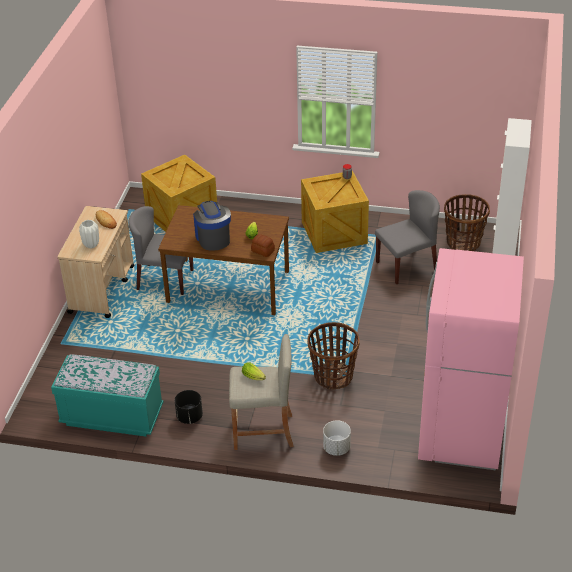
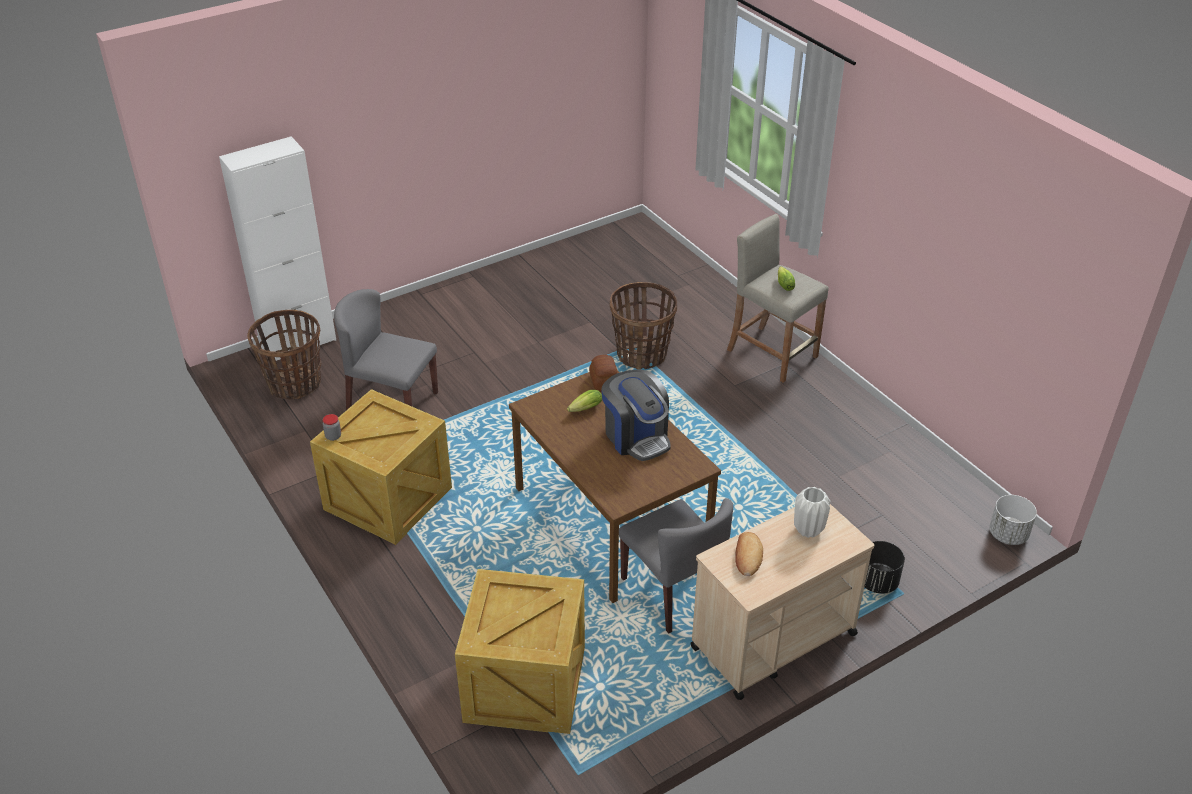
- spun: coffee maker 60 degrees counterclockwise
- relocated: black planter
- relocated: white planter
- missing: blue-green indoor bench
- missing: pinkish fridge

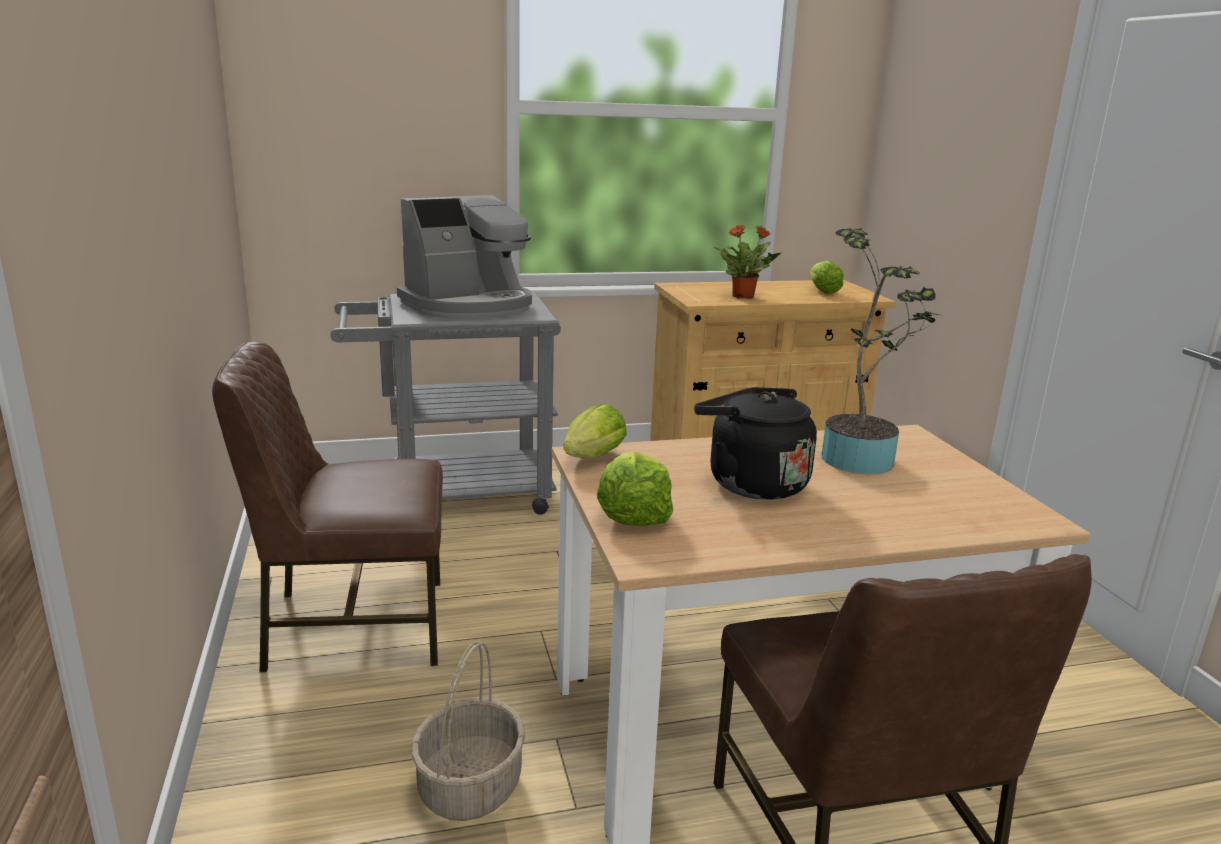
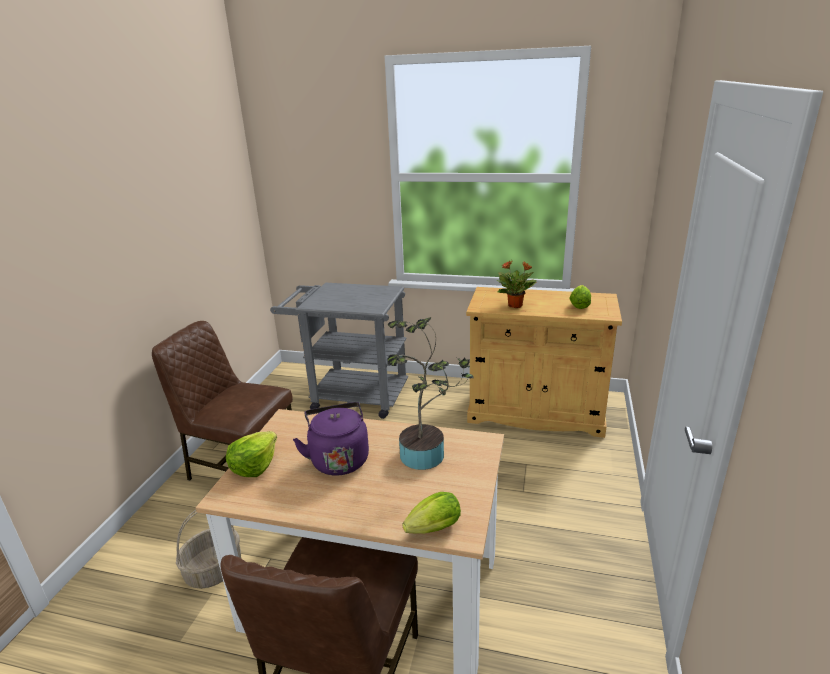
- colour: black water kettle to purplish water kettle
- relocated: lettuce head (no. 1 from left in the first image) to lettuce head (no. 2 from left)
- missing: coffee maker

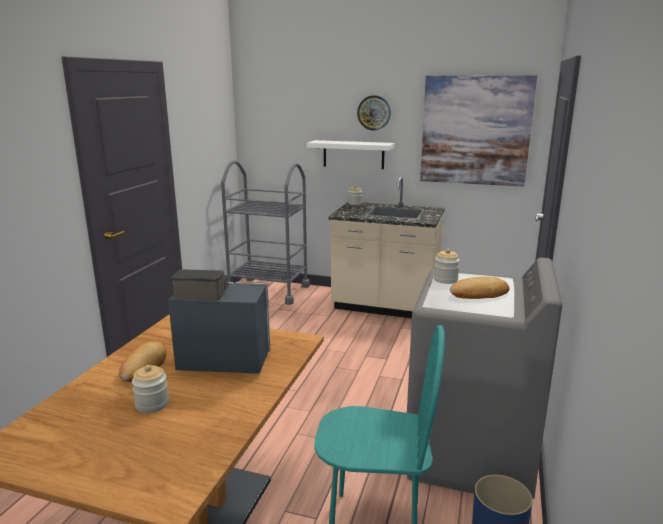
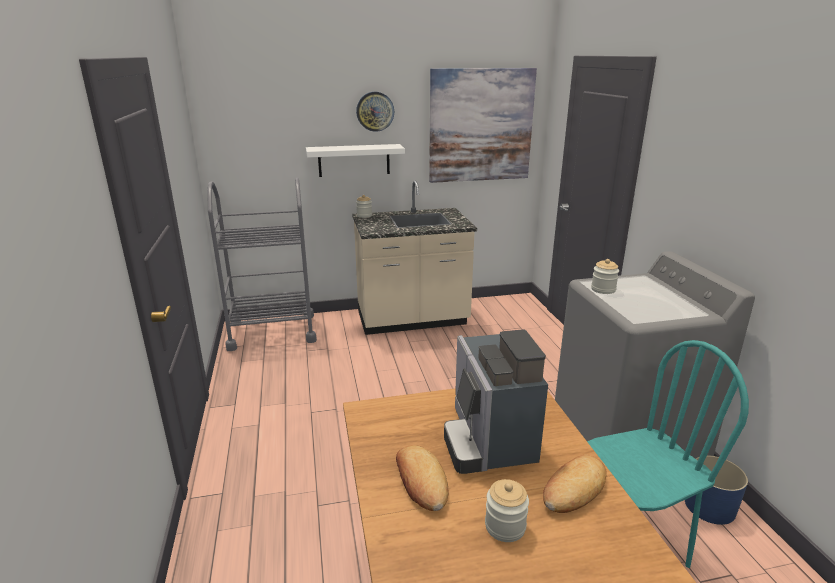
- spun: coffee maker 75 degrees counterclockwise
- relocated: bakery bread (no. 2 from left)

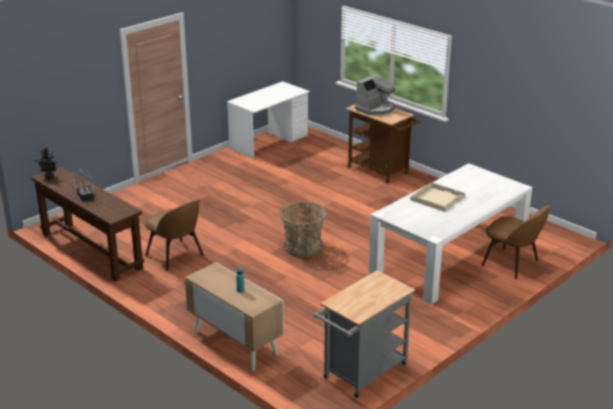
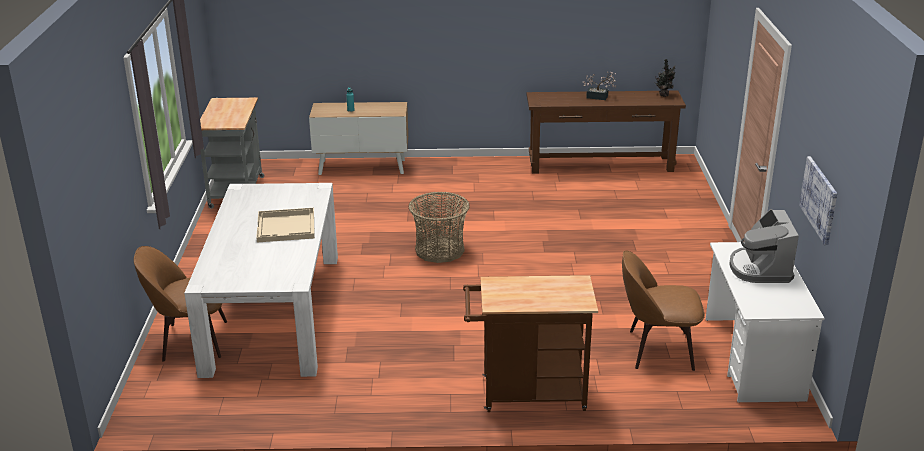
- relocated: brown plain chair (no. 1 from left in the first image) to brown plain chair (no. 2 from left)
- relocated: coffee maker
- appeared: wall art

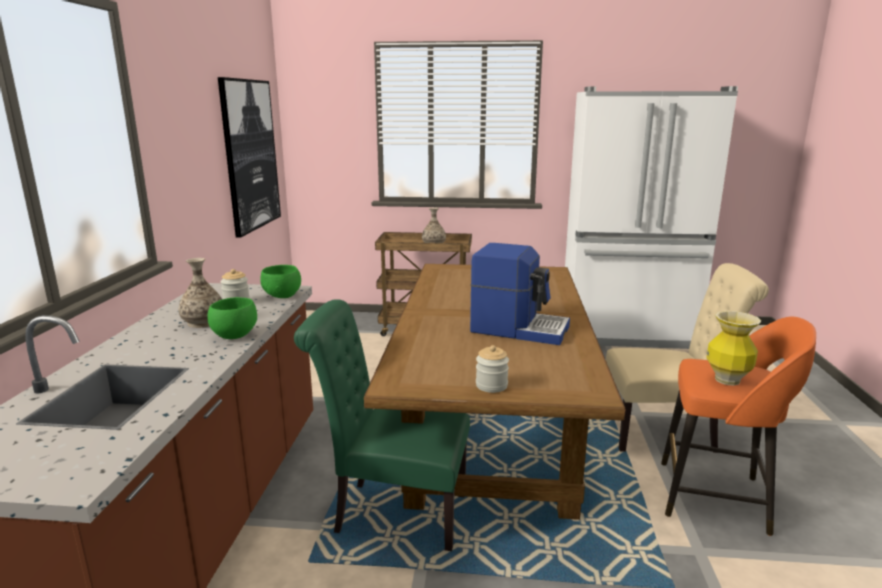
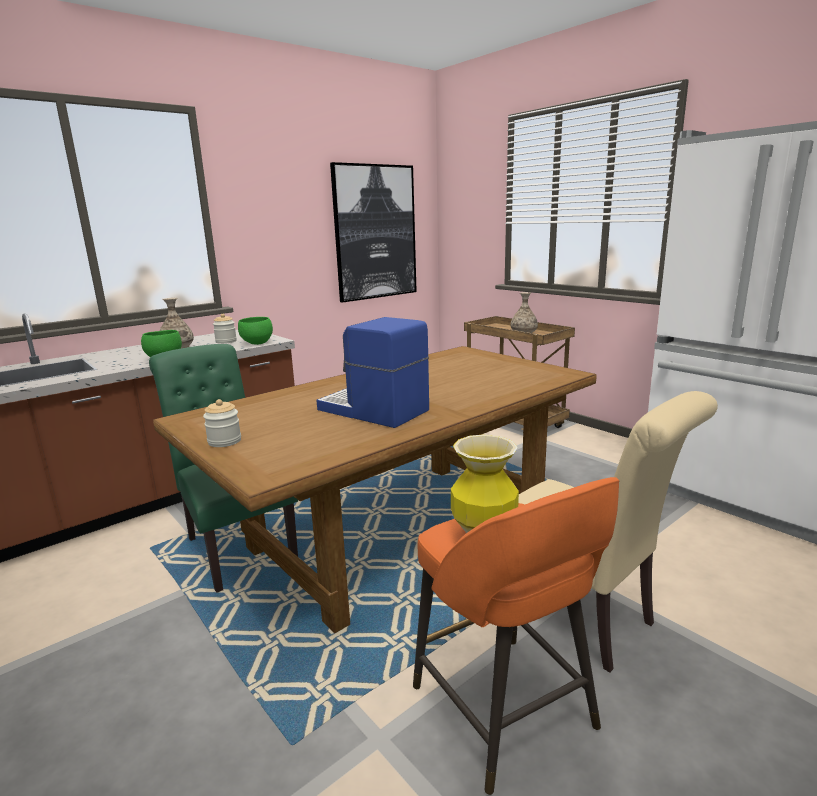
- spun: coffee maker 150 degrees clockwise

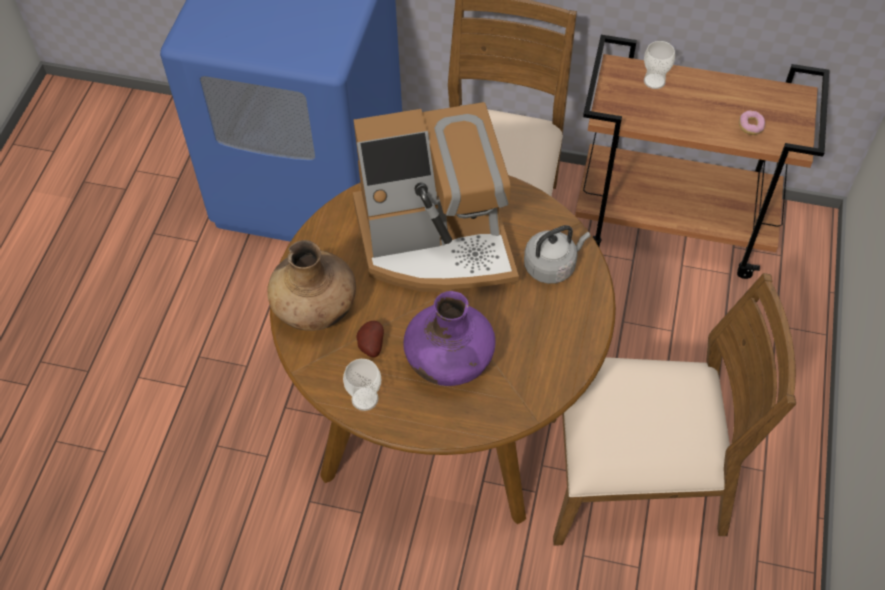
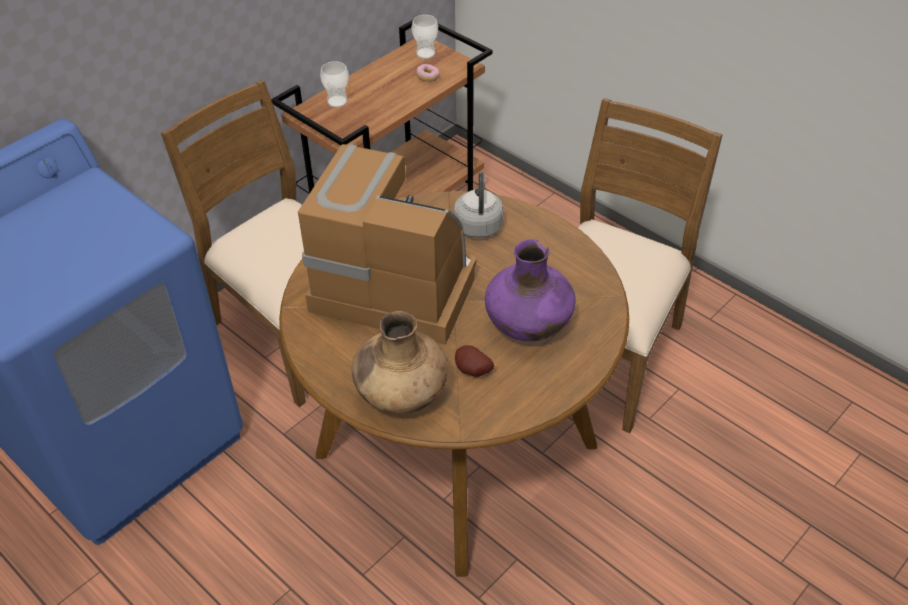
- spun: coffee maker 90 degrees counterclockwise
- relocated: drinking cup (no. 1 from left in the first image) to drinking cup (no. 2 from left)

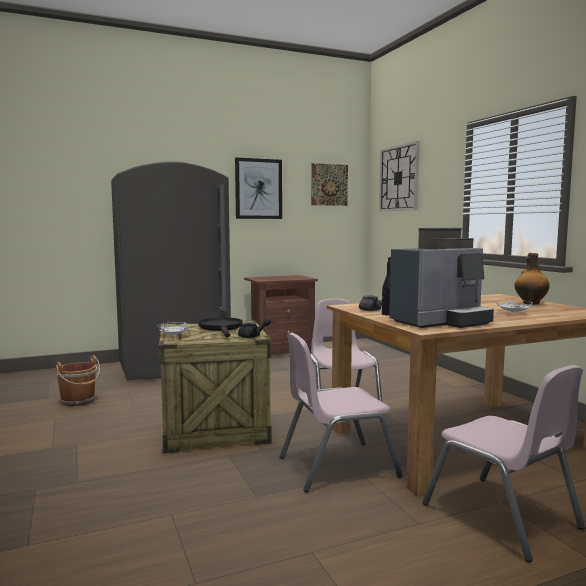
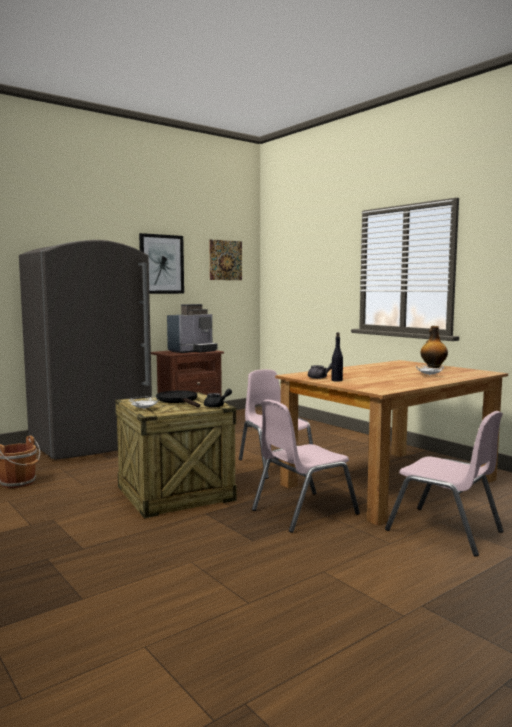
- relocated: coffee maker
- missing: wall clock

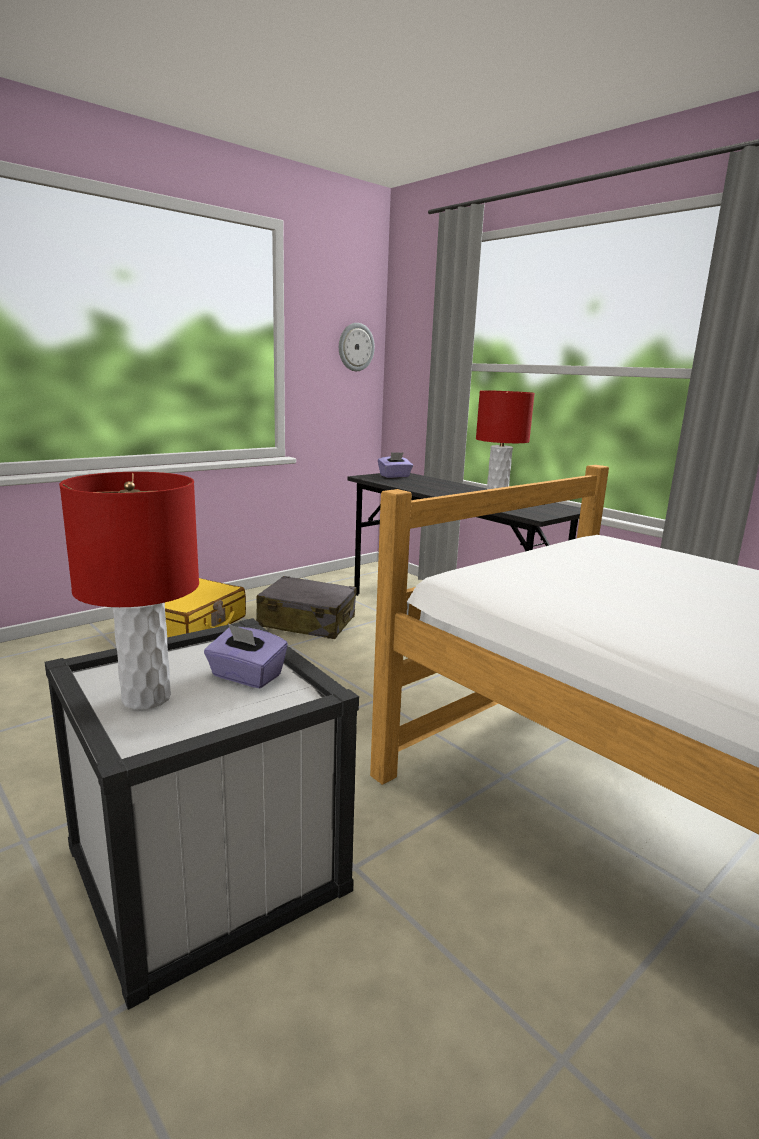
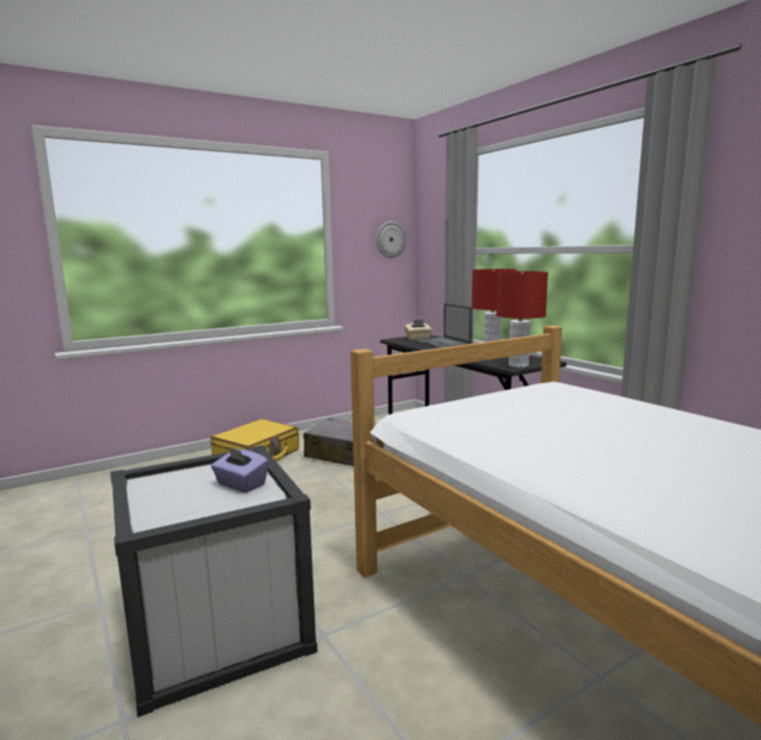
- colour: purplish box of tissues (no. 2 from left) to beige-coloured box of tissues
- appeared: portable computer
- relocated: red table lamp (no. 1 from left in the first image) to red table lamp (no. 2 from left)

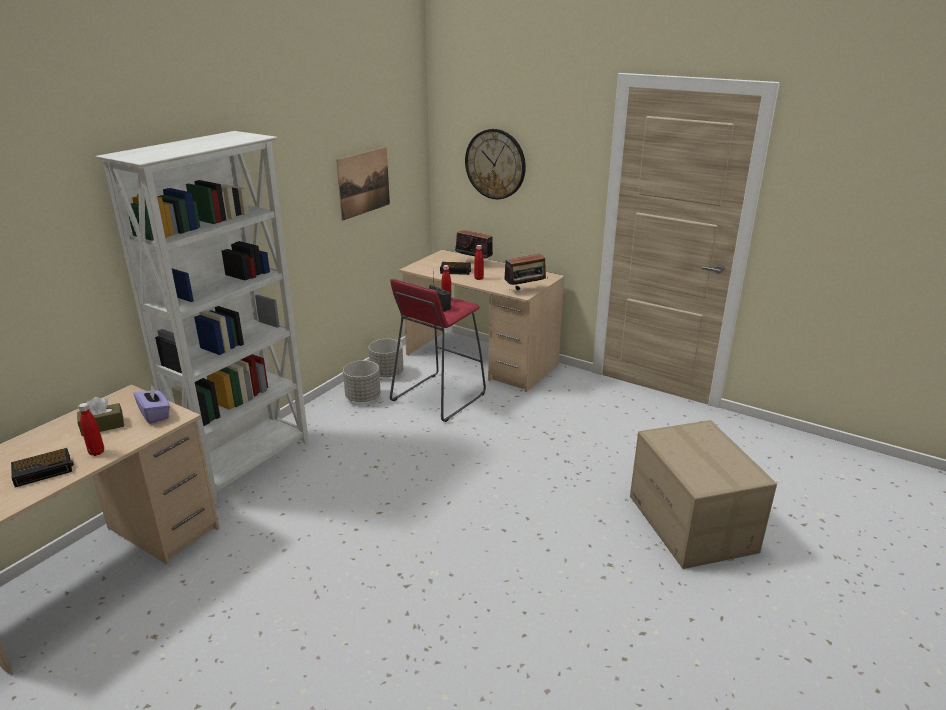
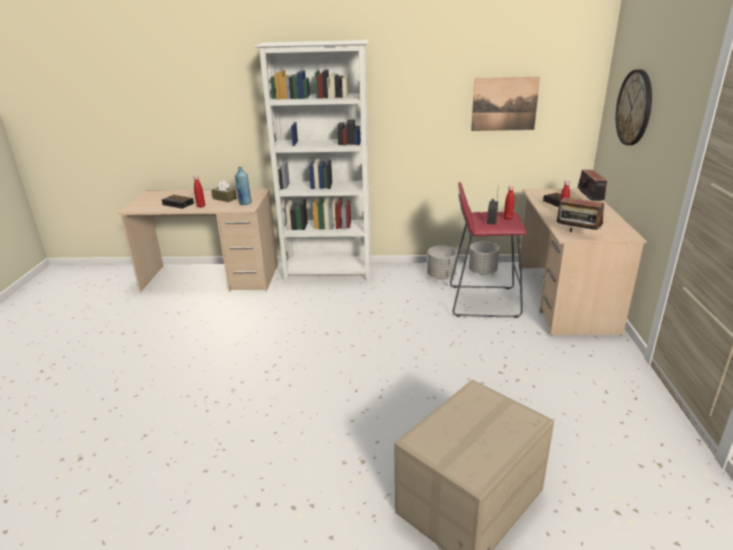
- exchanged: purplish box of tissues to blue-coloured drink bottle

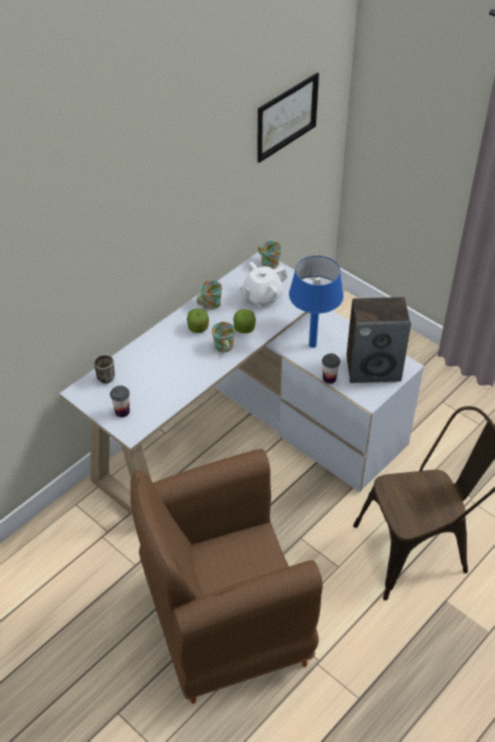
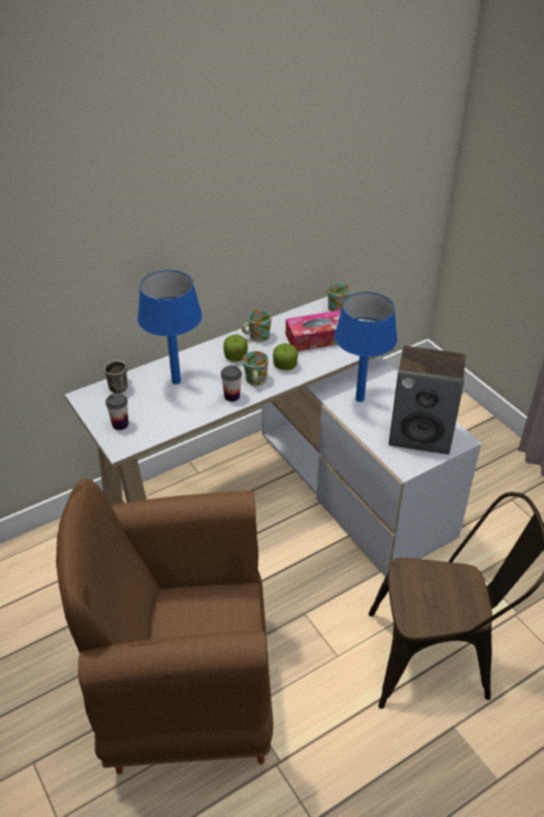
- appeared: blue-coloured table lamp (no. 1 from left)
- relocated: drinking cup (no. 2 from left)
- exchanged: white teapot to box of tissues
- missing: wall art

